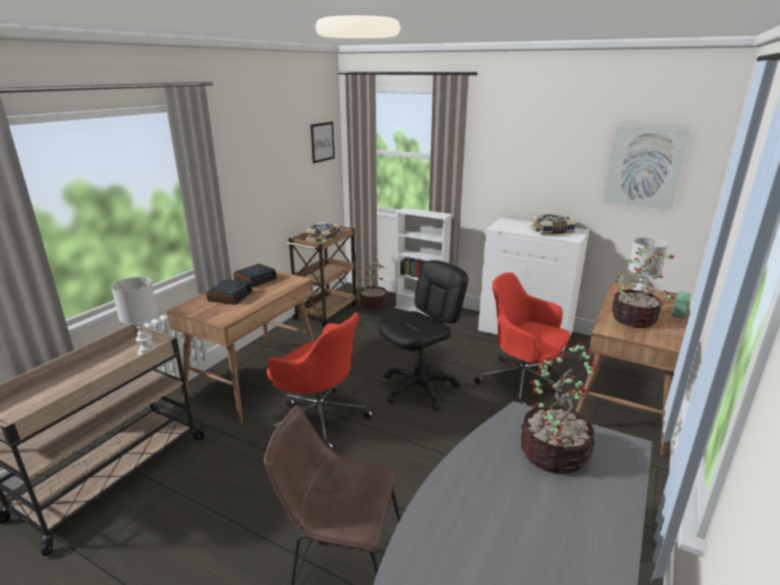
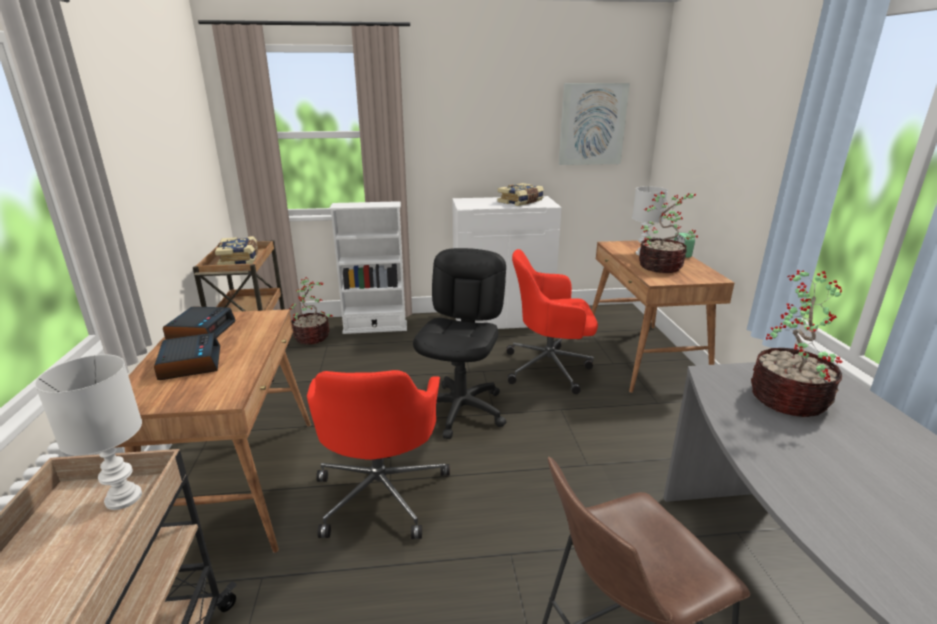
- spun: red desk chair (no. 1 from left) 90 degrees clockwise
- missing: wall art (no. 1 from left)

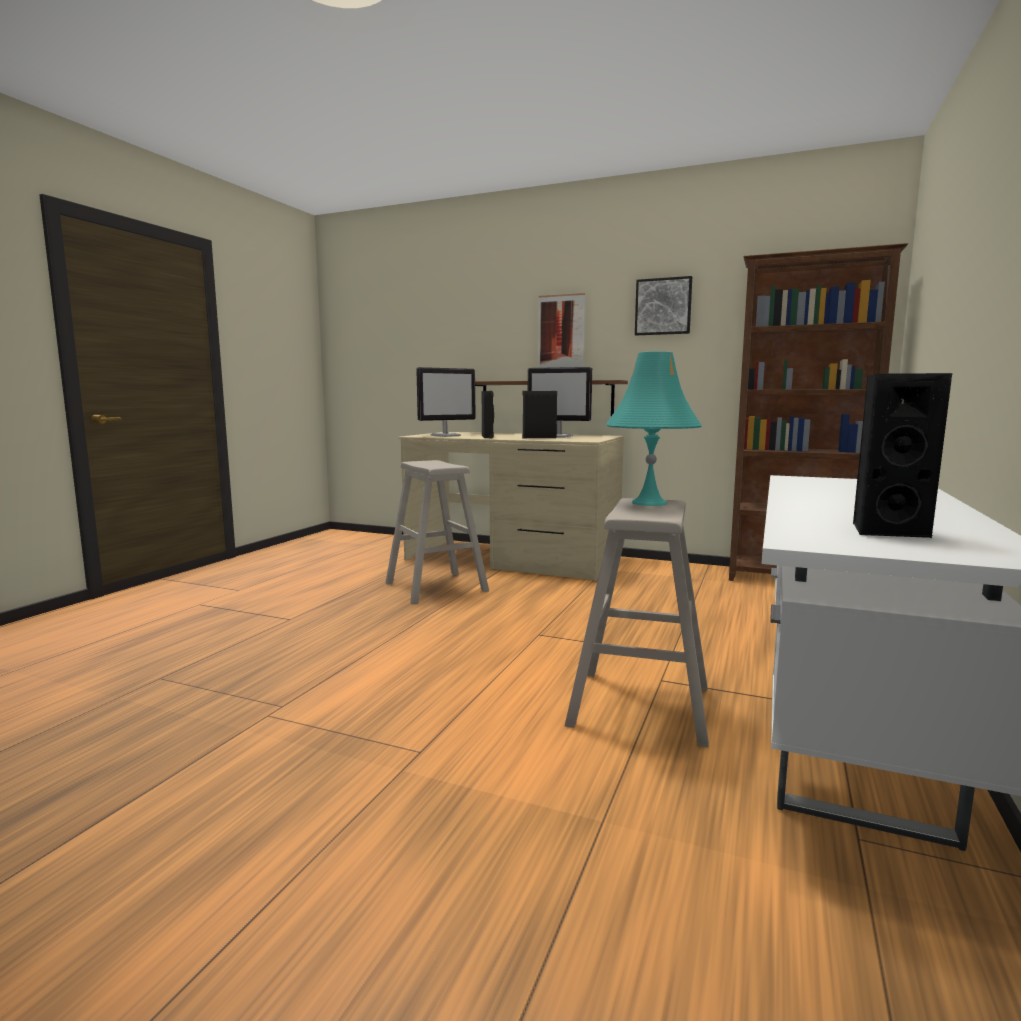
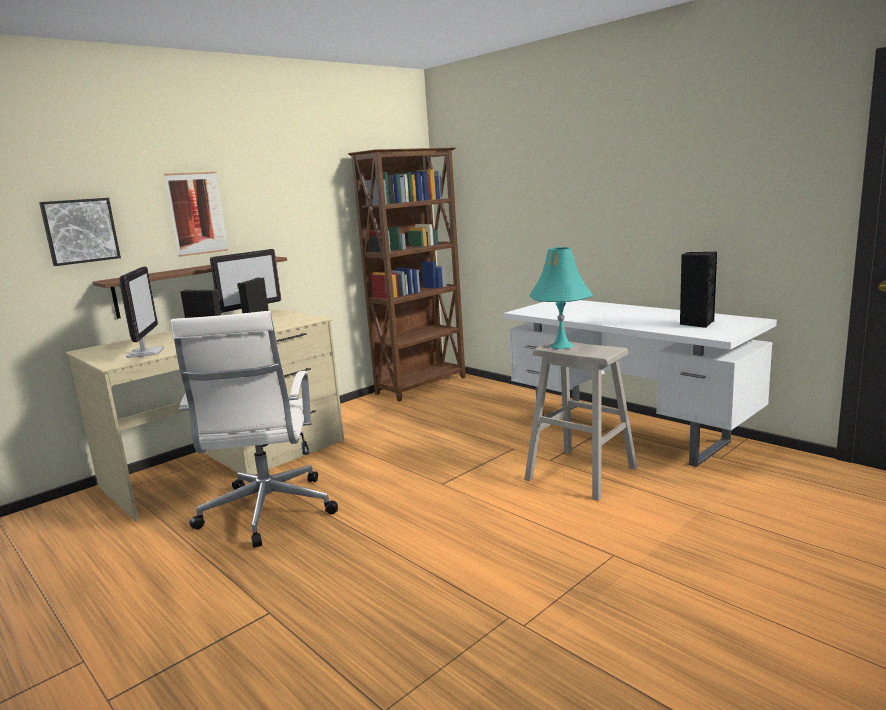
- relocated: wall art (no. 2 from left in the first image) to wall art (no. 1 from left)
- exchanged: beige-coloured stool seat (no. 1 from left) to white desk chair

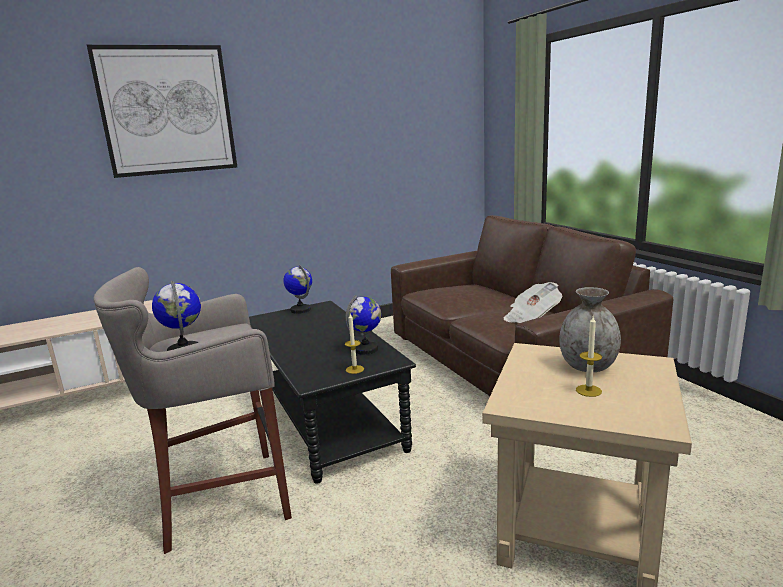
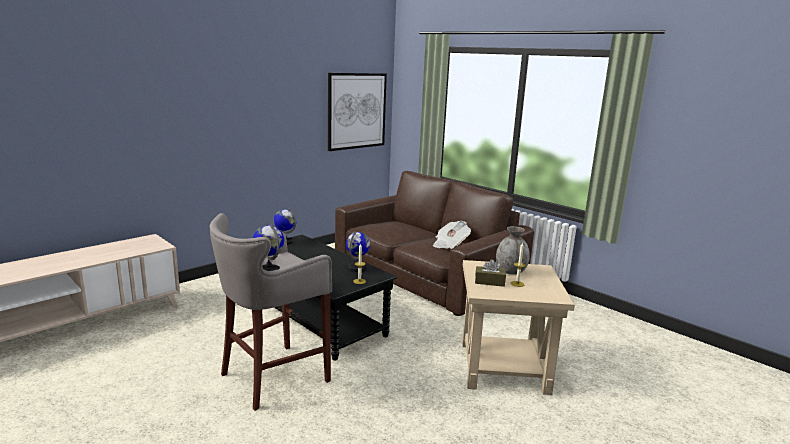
- relocated: wall art
- appeared: brown box of tissues

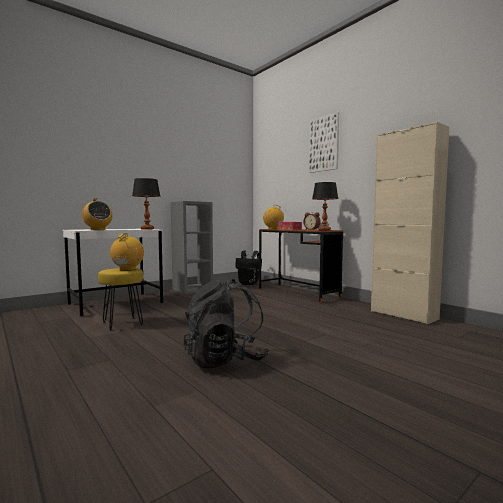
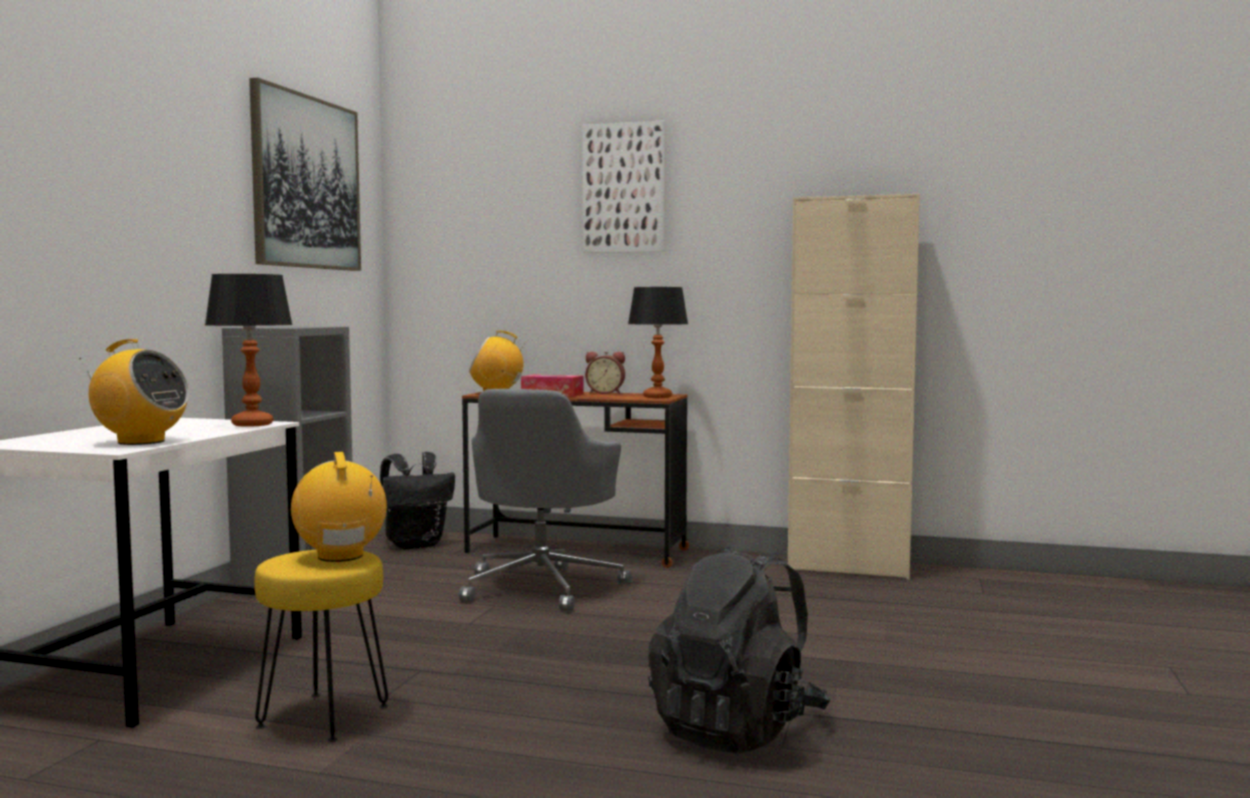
- appeared: wall art (no. 1 from left)
- appeared: greyish desk chair

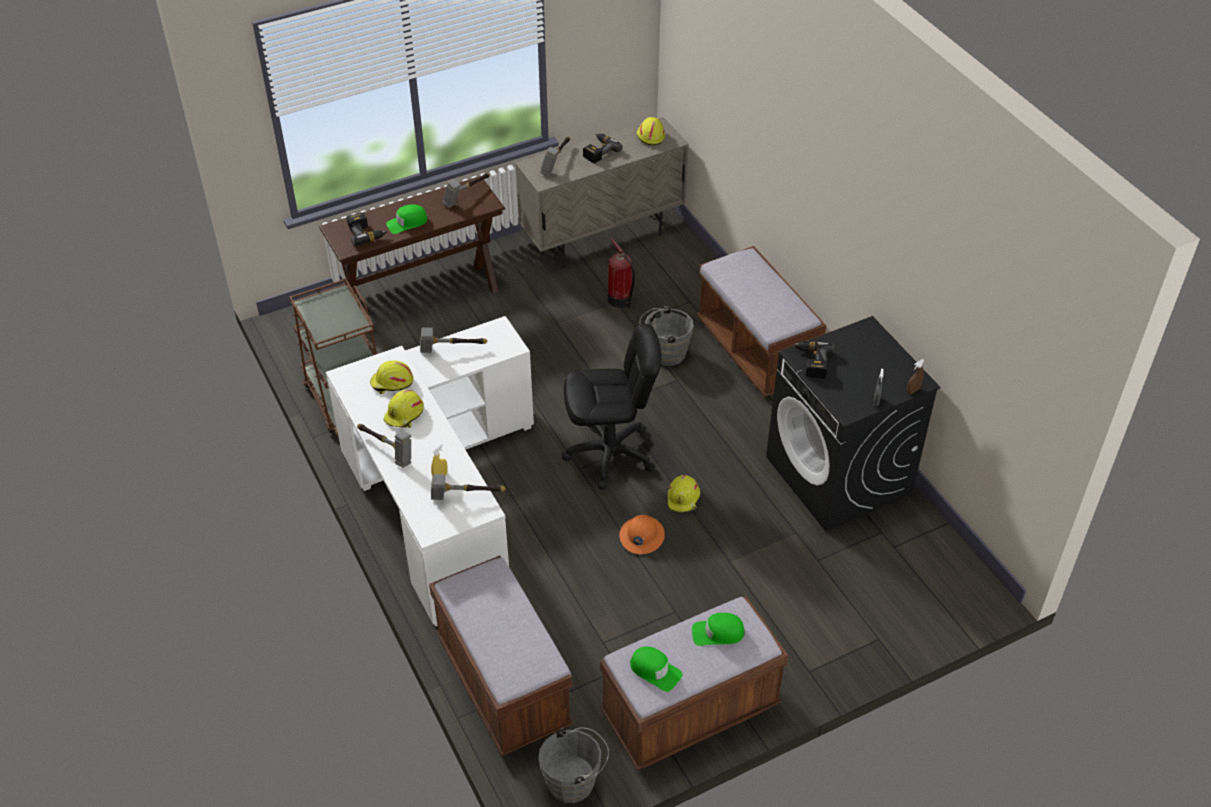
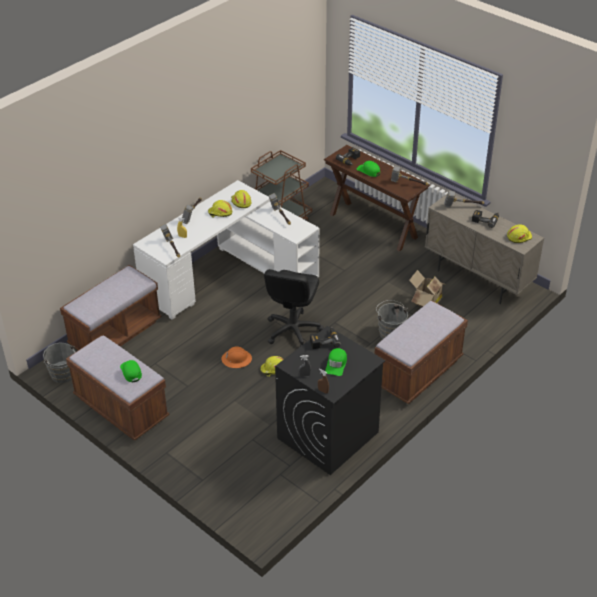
- spun: black desk chair 45 degrees clockwise
- relocated: green cap (no. 2 from left)
- exchanged: extinguisher to packing box

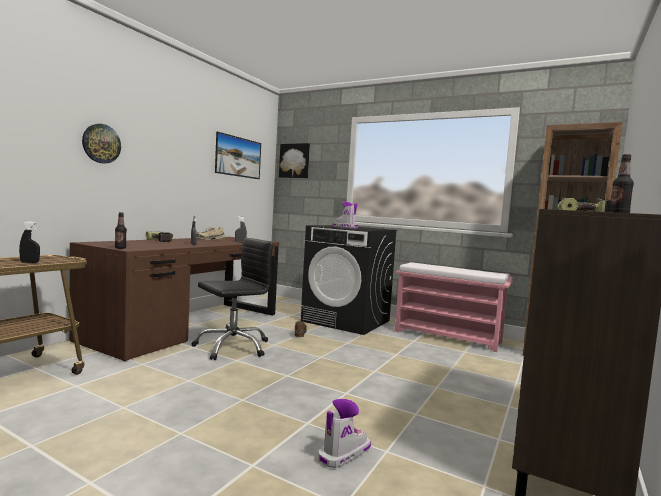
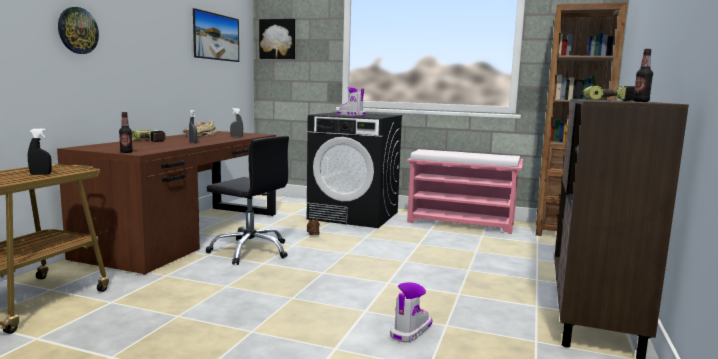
- spun: black desk chair 75 degrees clockwise

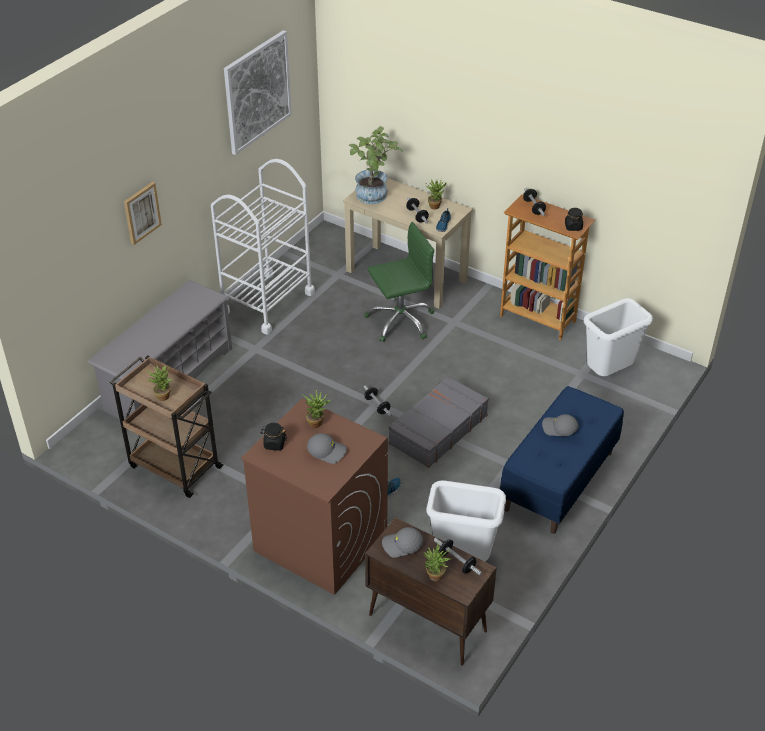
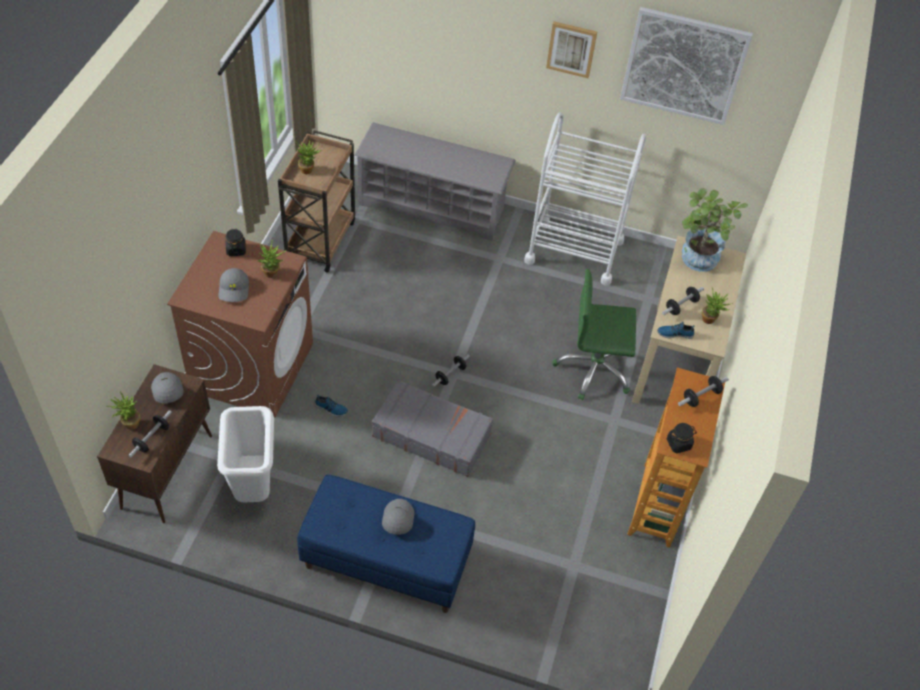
- relocated: wall art (no. 1 from left)
- spun: green desk chair 135 degrees clockwise
- missing: white trash can (no. 2 from left)

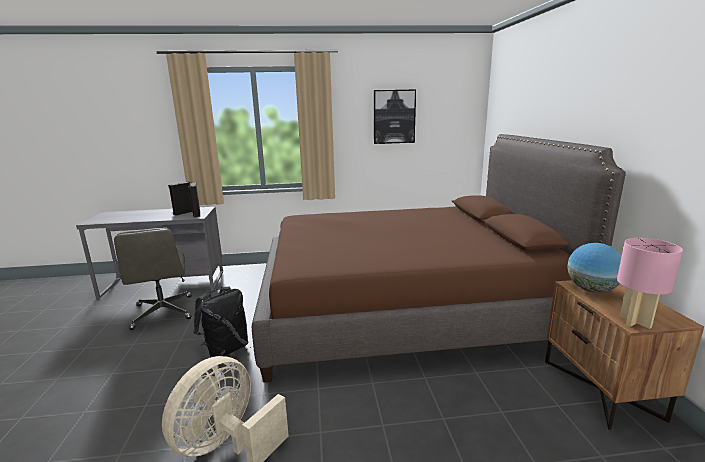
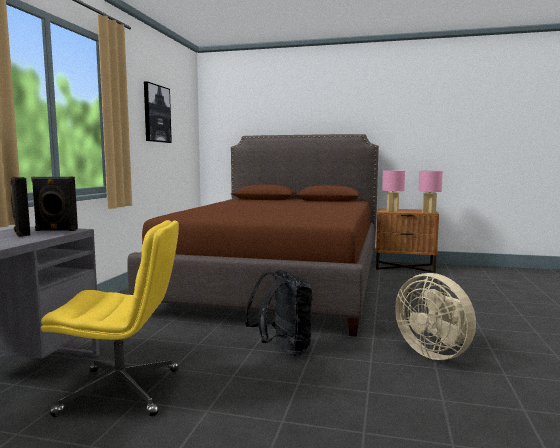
- colour: greyish desk chair to yellow desk chair
- exchanged: desk globe to pinkish table lamp (no. 1 from left)

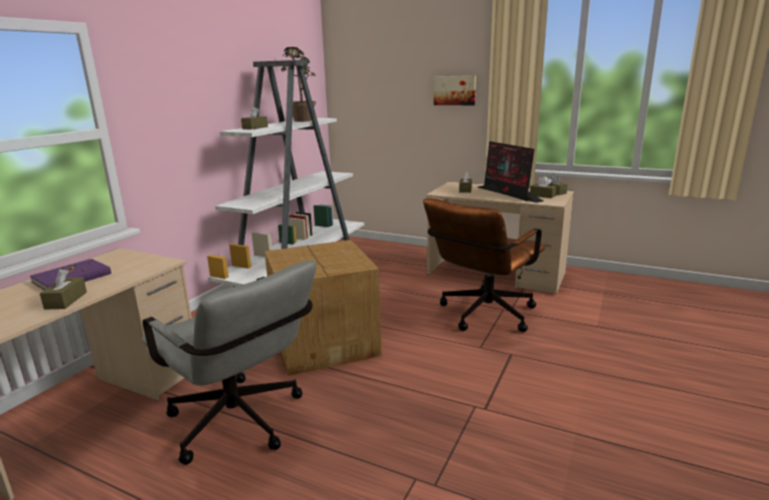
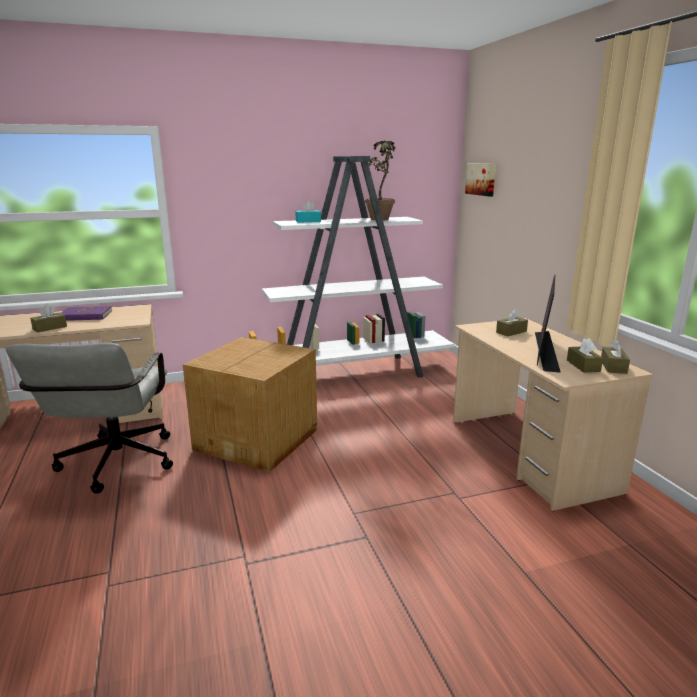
- colour: brown box of tissues (no. 2 from left) to blue-green box of tissues
- relocated: wall art
- missing: brown desk chair

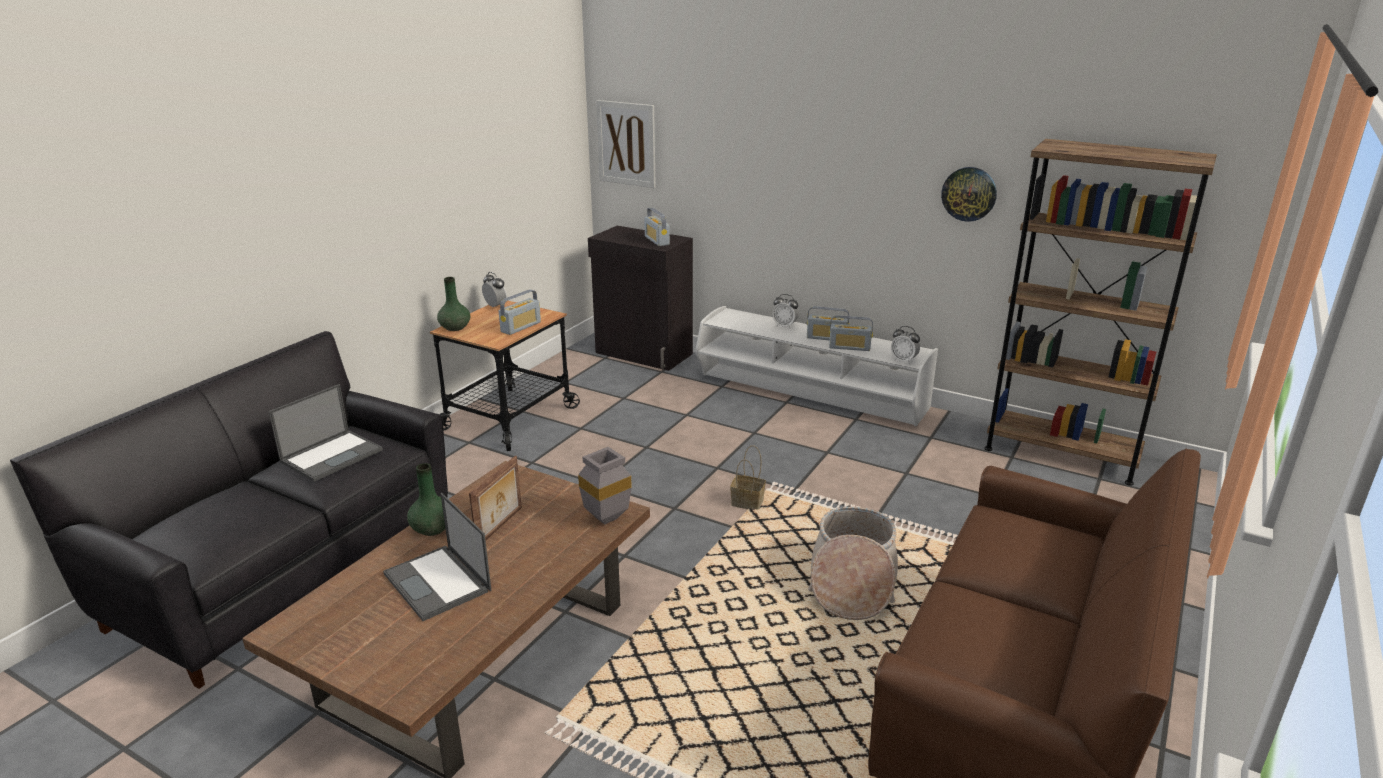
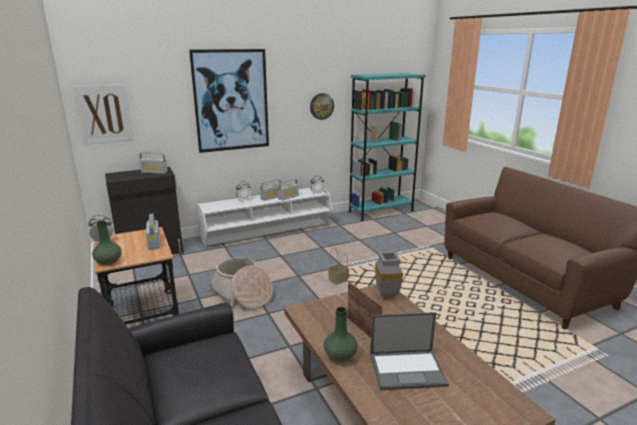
- appeared: wall art (no. 2 from left)
- relocated: basket (no. 2 from left in the first image) to basket (no. 1 from left)
- colour: brown bookcase to blue-green bookcase
- missing: portable computer (no. 1 from left)

